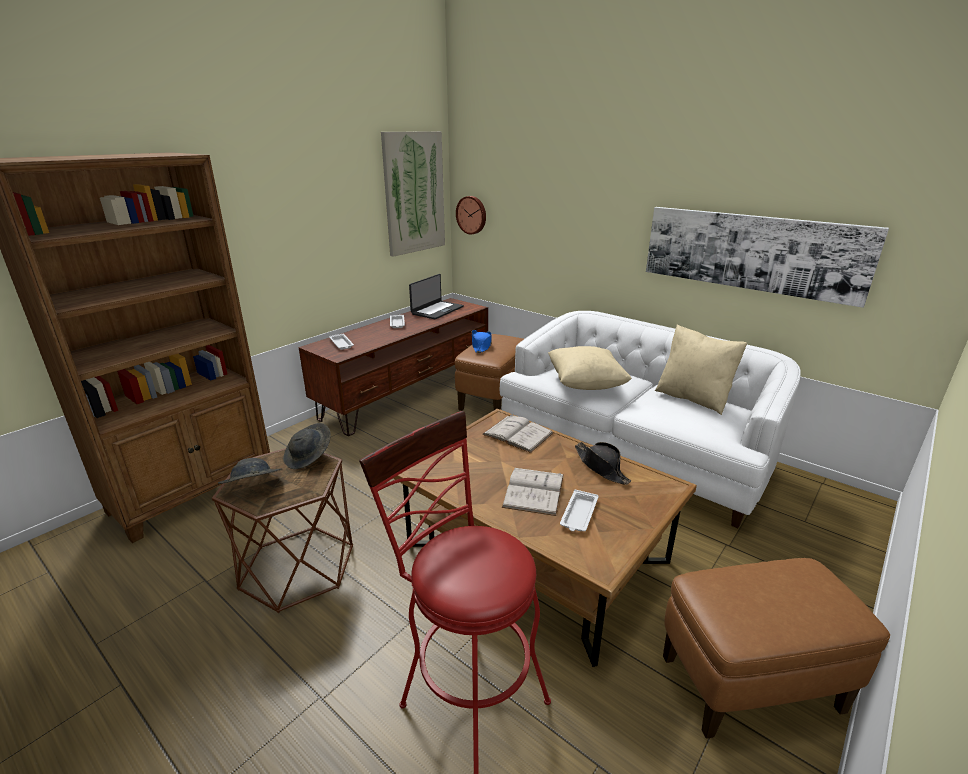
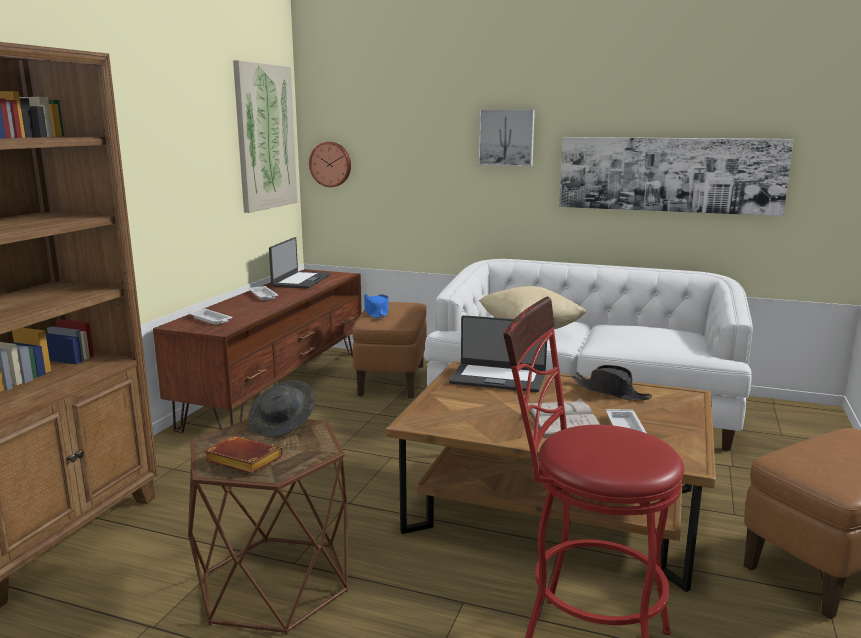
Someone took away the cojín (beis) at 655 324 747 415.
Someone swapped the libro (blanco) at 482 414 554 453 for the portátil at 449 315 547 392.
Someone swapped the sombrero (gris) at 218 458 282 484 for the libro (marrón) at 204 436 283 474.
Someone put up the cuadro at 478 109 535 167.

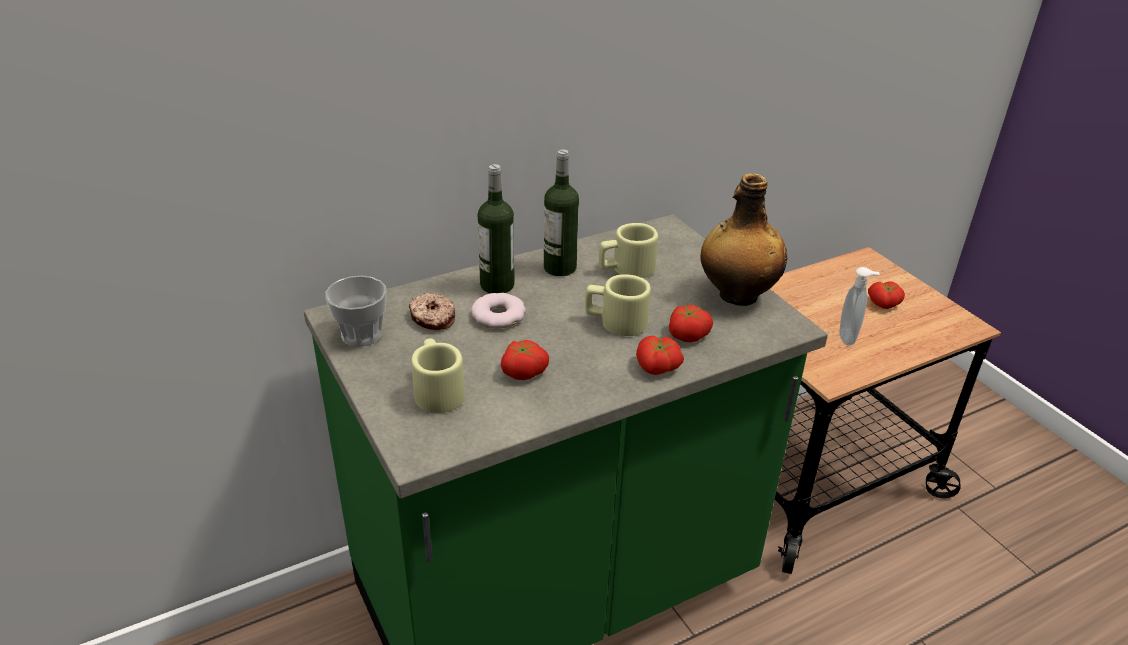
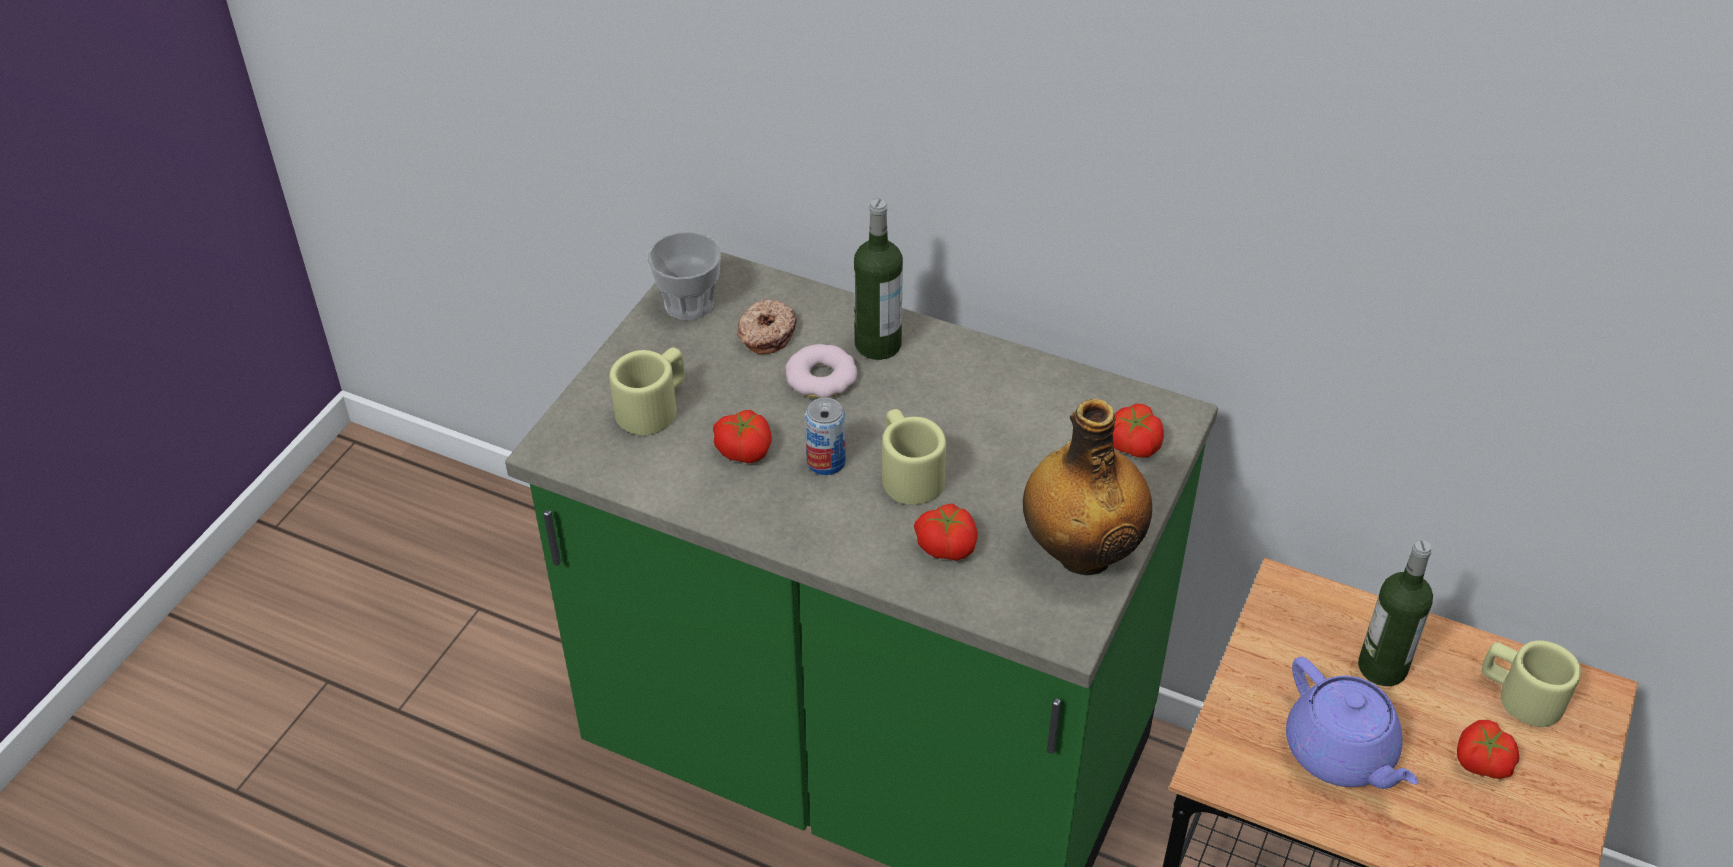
Someone carried the botella from 544 149 579 276 to 1358 540 1433 686.
Someone carried the taza grande (beis) from 599 223 658 278 to 1482 640 1581 727.
Someone swapped the dispensador de jabón at 840 267 880 345 for the tetera (morado) at 1286 657 1418 789.
Someone carried the tomate from 636 336 684 375 to 1113 404 1164 458.
Someone put down the lata at 805 397 846 475.

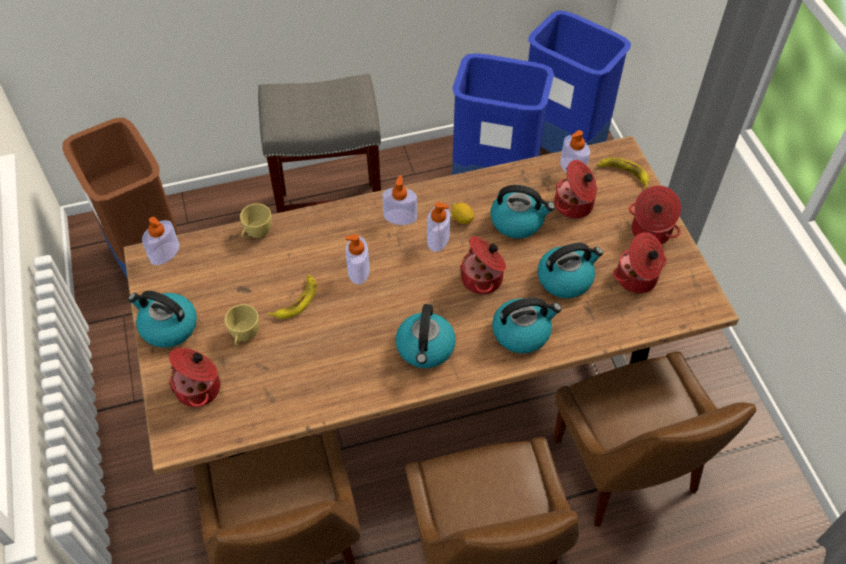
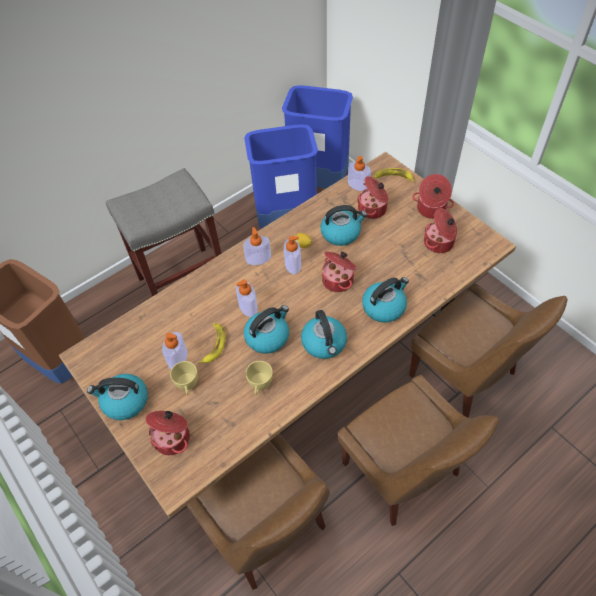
Someone carried the taza (amarillo) from 240 203 272 238 to 246 361 273 395.
Someone carried the dispensador de jabón from 142 217 179 265 to 162 332 187 369.
Someone carried the hervidor from 538 243 603 298 to 244 305 289 354.

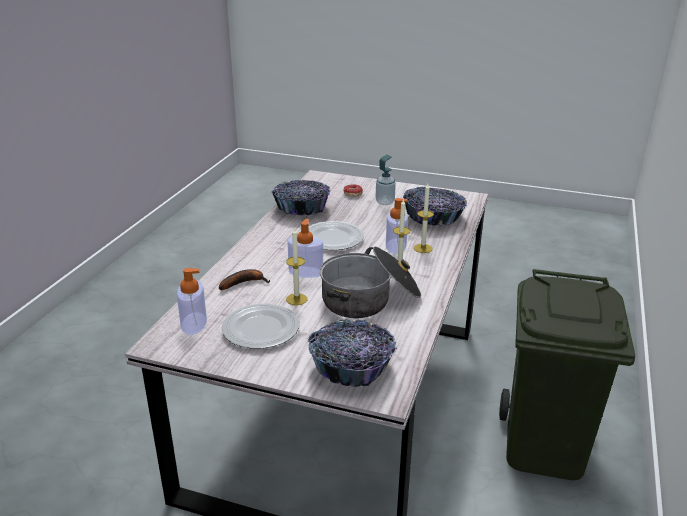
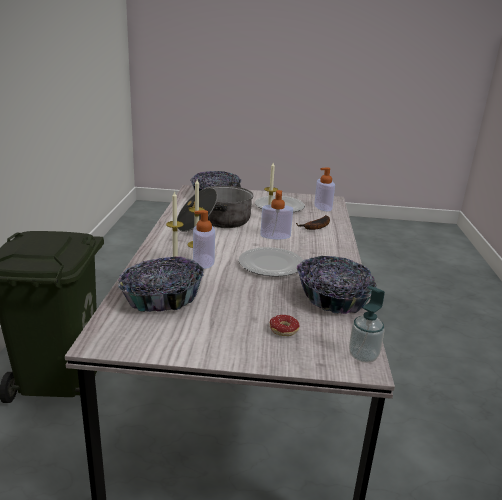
Someone carried the dispensador de jabón from 376 155 396 205 to 349 286 385 363.

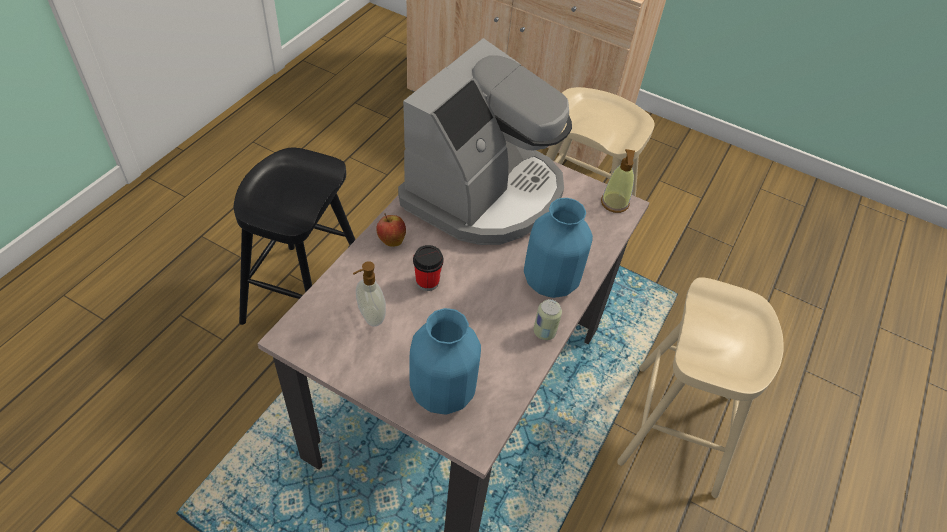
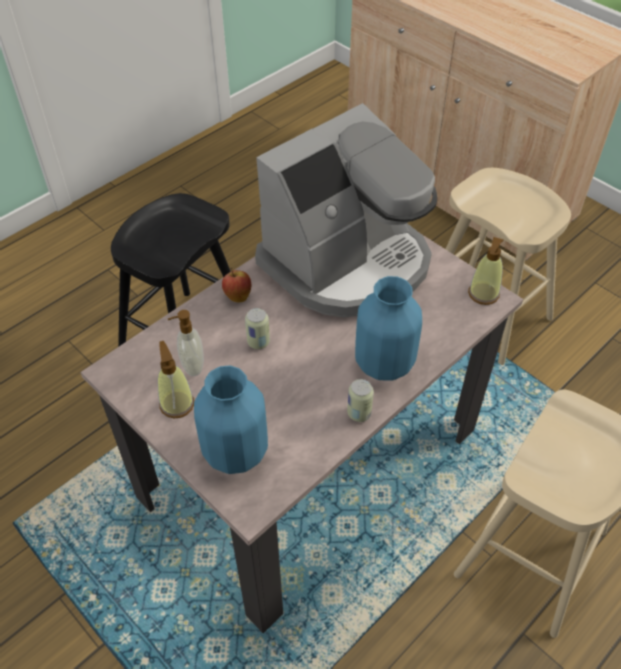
Someone swapped the taza at 413 245 444 291 for the lata at 245 308 270 349.
Someone put down the dispensador de jabón at 158 341 194 419.

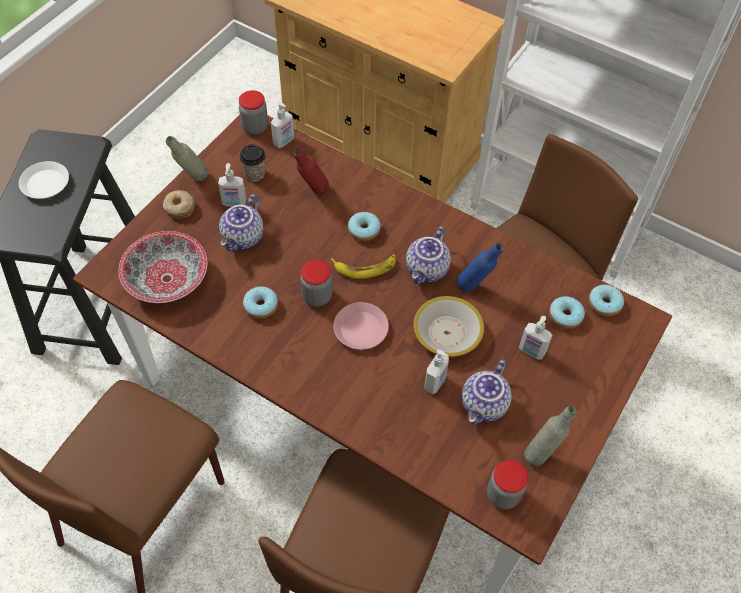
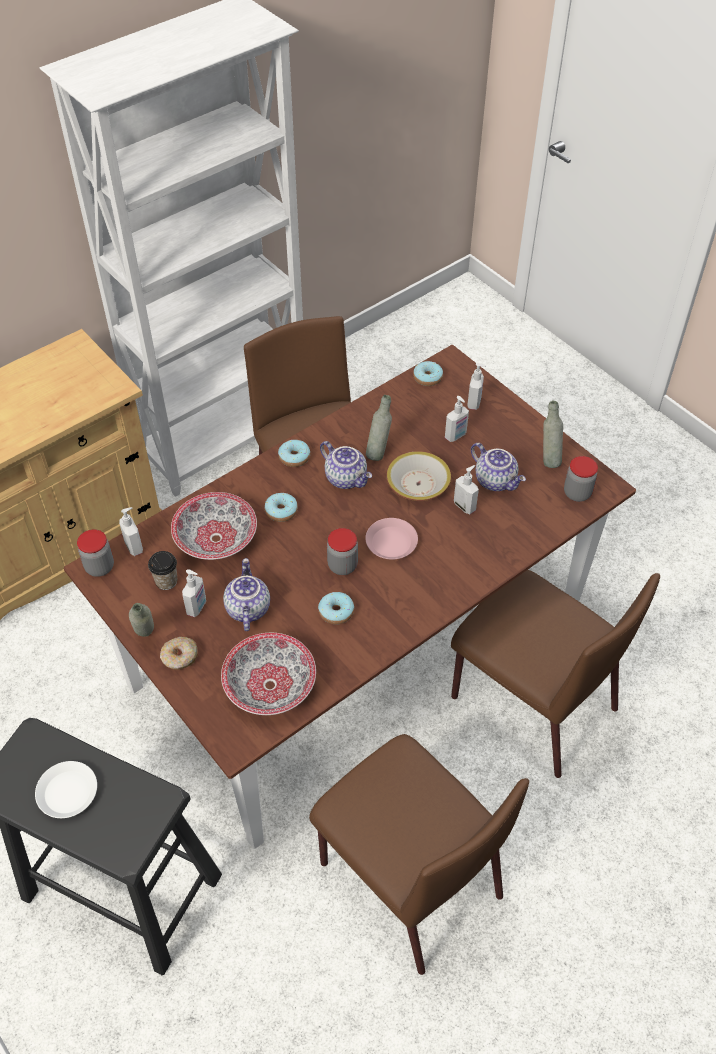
Someone swapped the botella (rojo) at 293 148 329 194 for the cuenco at 171 492 257 560.
Someone rotated the tetera at 219 194 264 251 by 135 degrees counterclockwise.
Someone repainted the botella (azul) at 457 244 503 292, which became the botella (gris) at 366 395 392 461.
Someone took away the plátano at 331 254 396 279.
Someone carried the rosquilla from 549 296 585 329 to 278 440 310 467.
Someone put down the dispensador de jabón at 467 363 486 410.

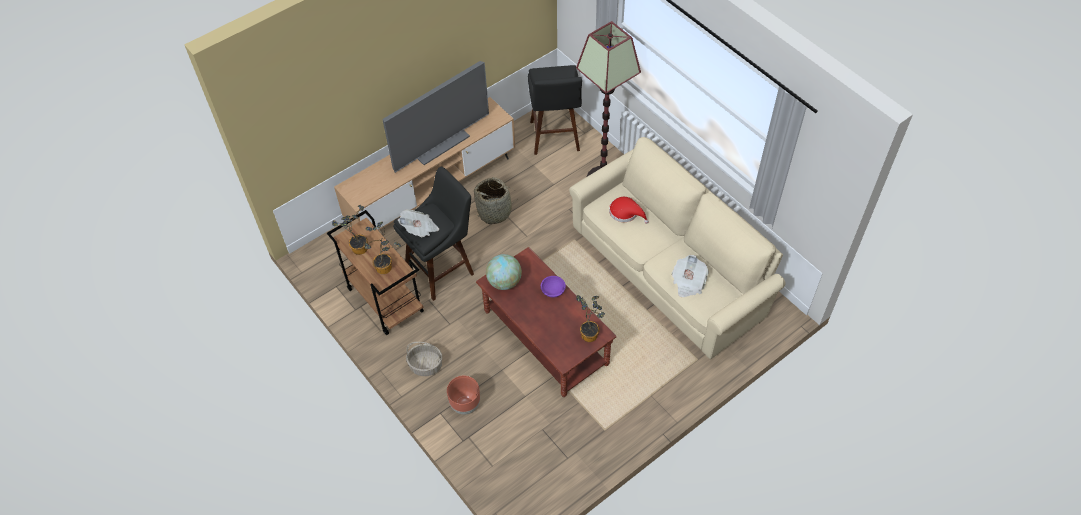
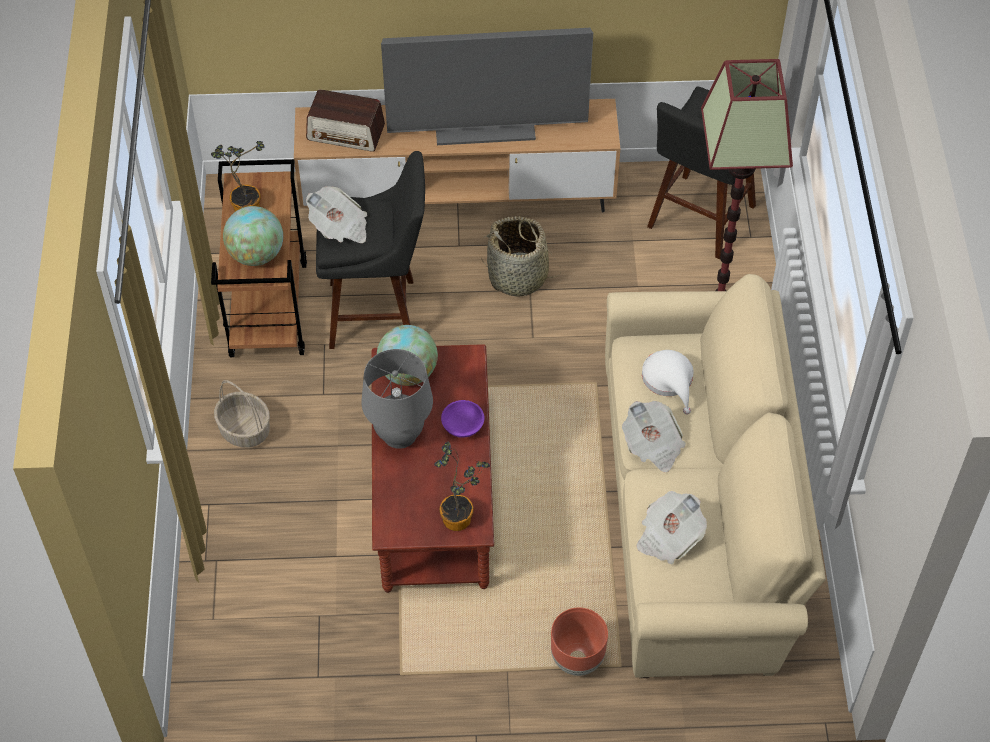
Someone repainted the sombrero (rojo) at 609 197 649 224, which became the sombrero (blanco) at 642 350 694 414.
Someone swapped the planta en maceta at 364 222 401 274 for the globo terráqueo at 223 206 283 266.
Someone carried the maceta (marrón) from 447 376 480 415 to 551 608 608 676.
Someone put down the radio at 306 89 385 152.
Someone put down the lámpara de mesa (gris) at 361 349 433 449.
Someone put down the periódico at 622 401 686 472.

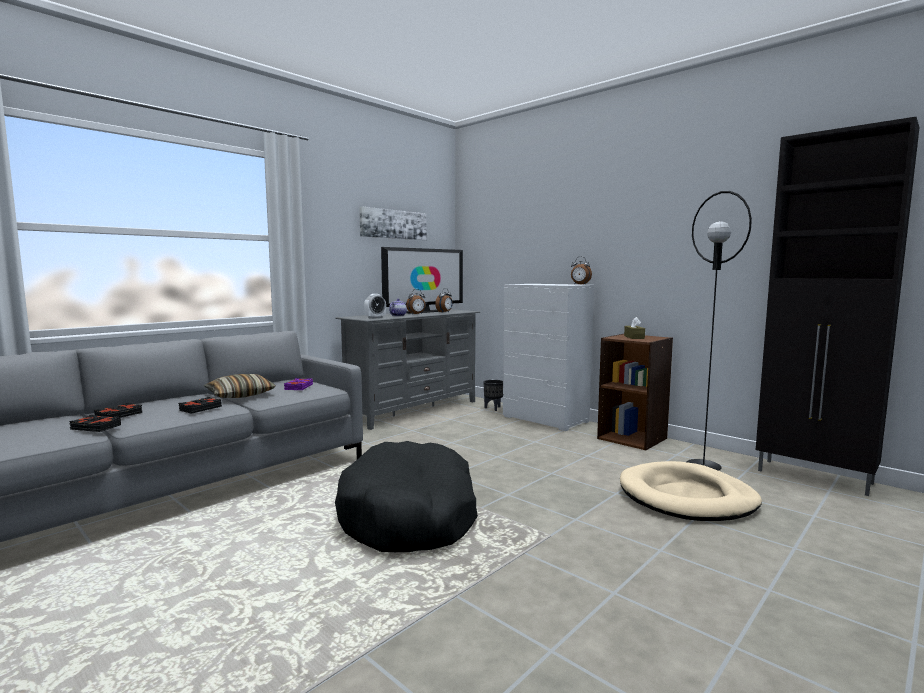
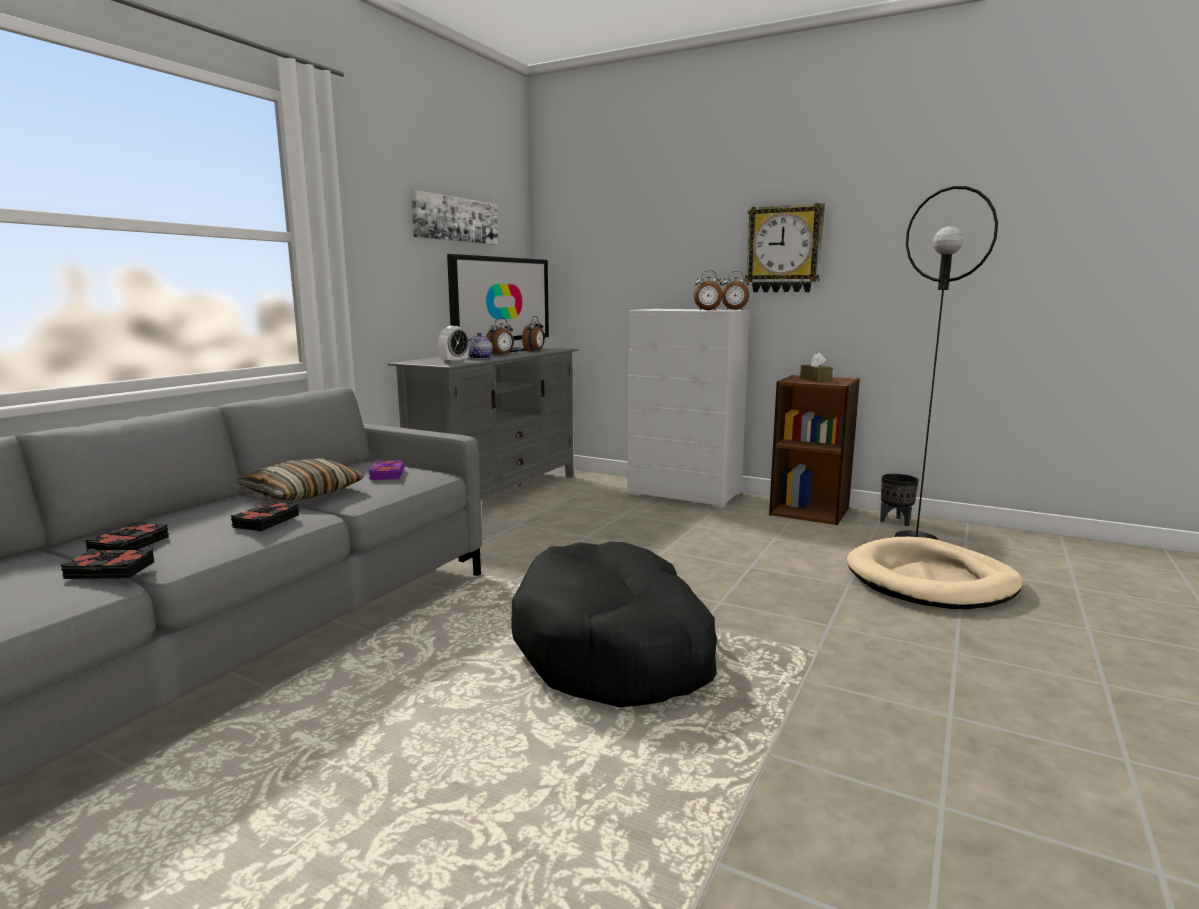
Someone took away the armario (negro) at 756 117 920 496.
Someone carried the maceta (negro) from 483 380 503 411 to 880 474 919 526.
Someone put up the reloj de pared at 745 203 825 292.
Someone put down the despertador at 694 270 723 310.

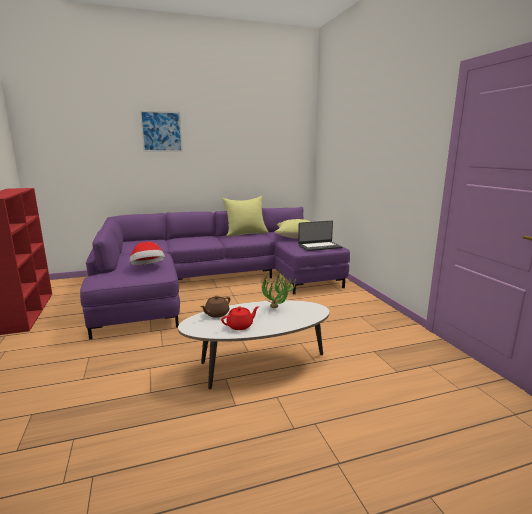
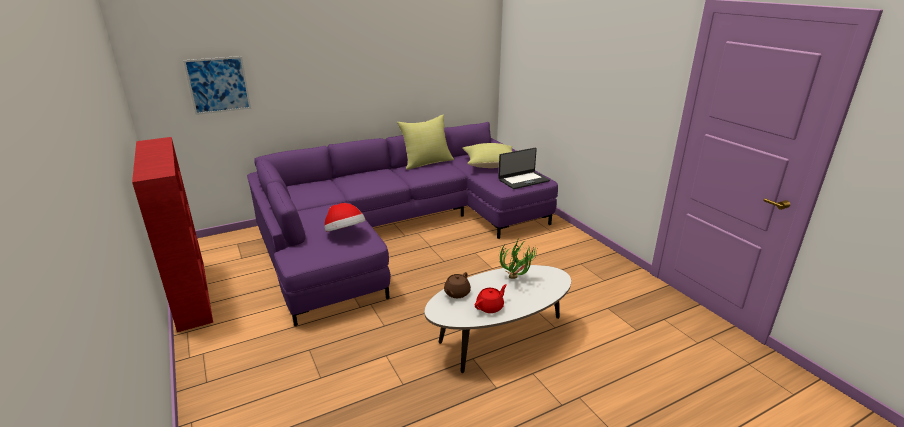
Someone carried the cuadro from 140 111 183 152 to 183 56 251 115.

